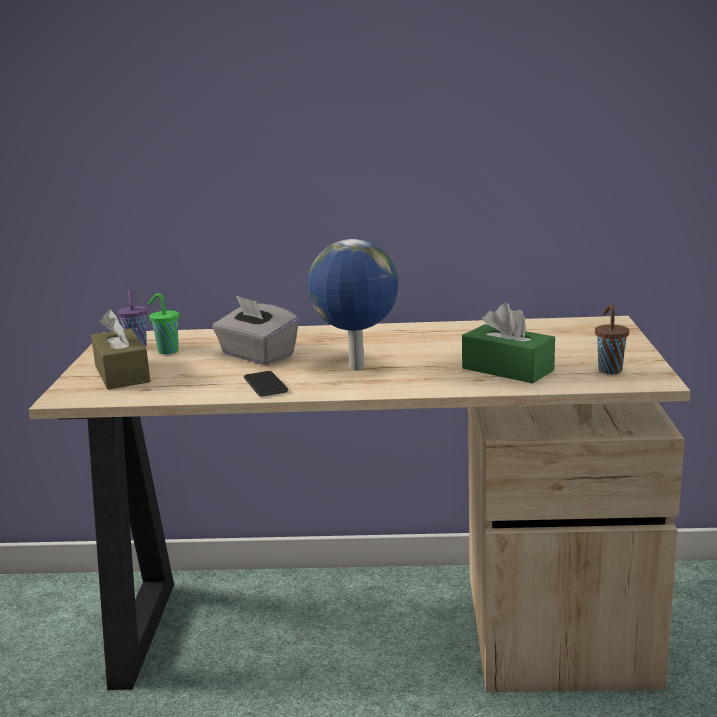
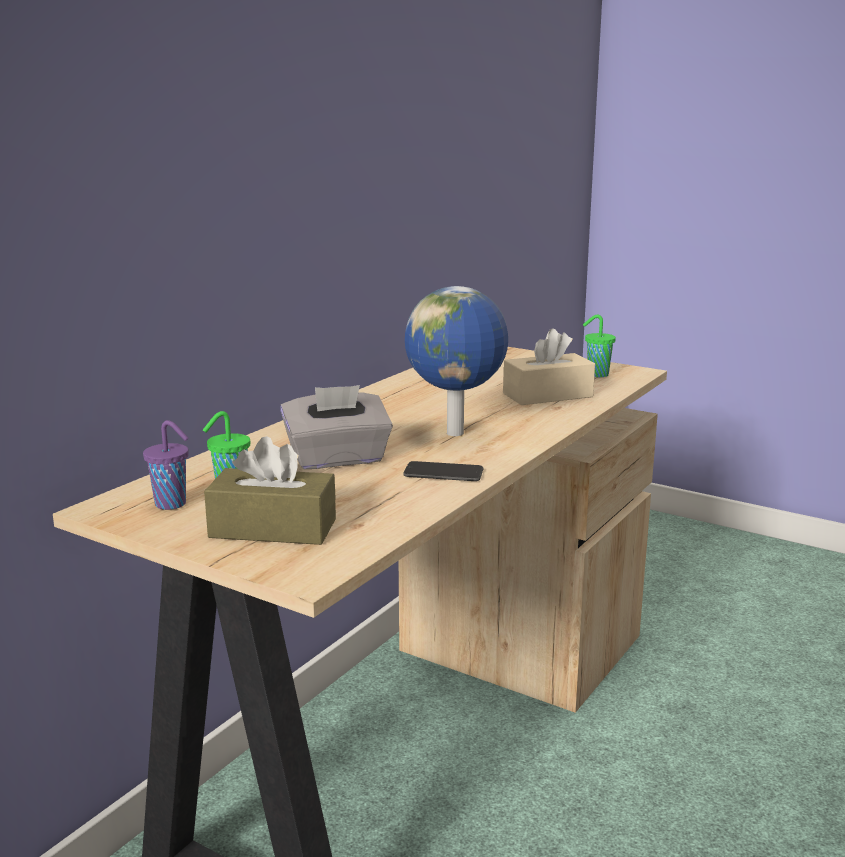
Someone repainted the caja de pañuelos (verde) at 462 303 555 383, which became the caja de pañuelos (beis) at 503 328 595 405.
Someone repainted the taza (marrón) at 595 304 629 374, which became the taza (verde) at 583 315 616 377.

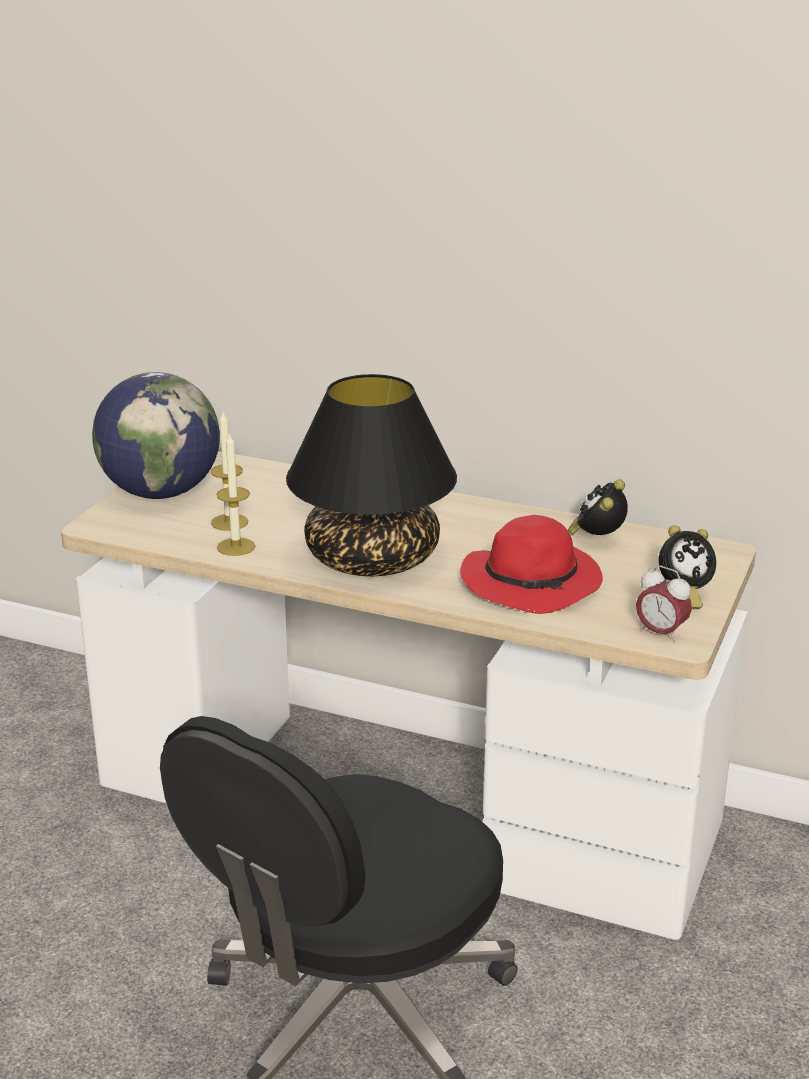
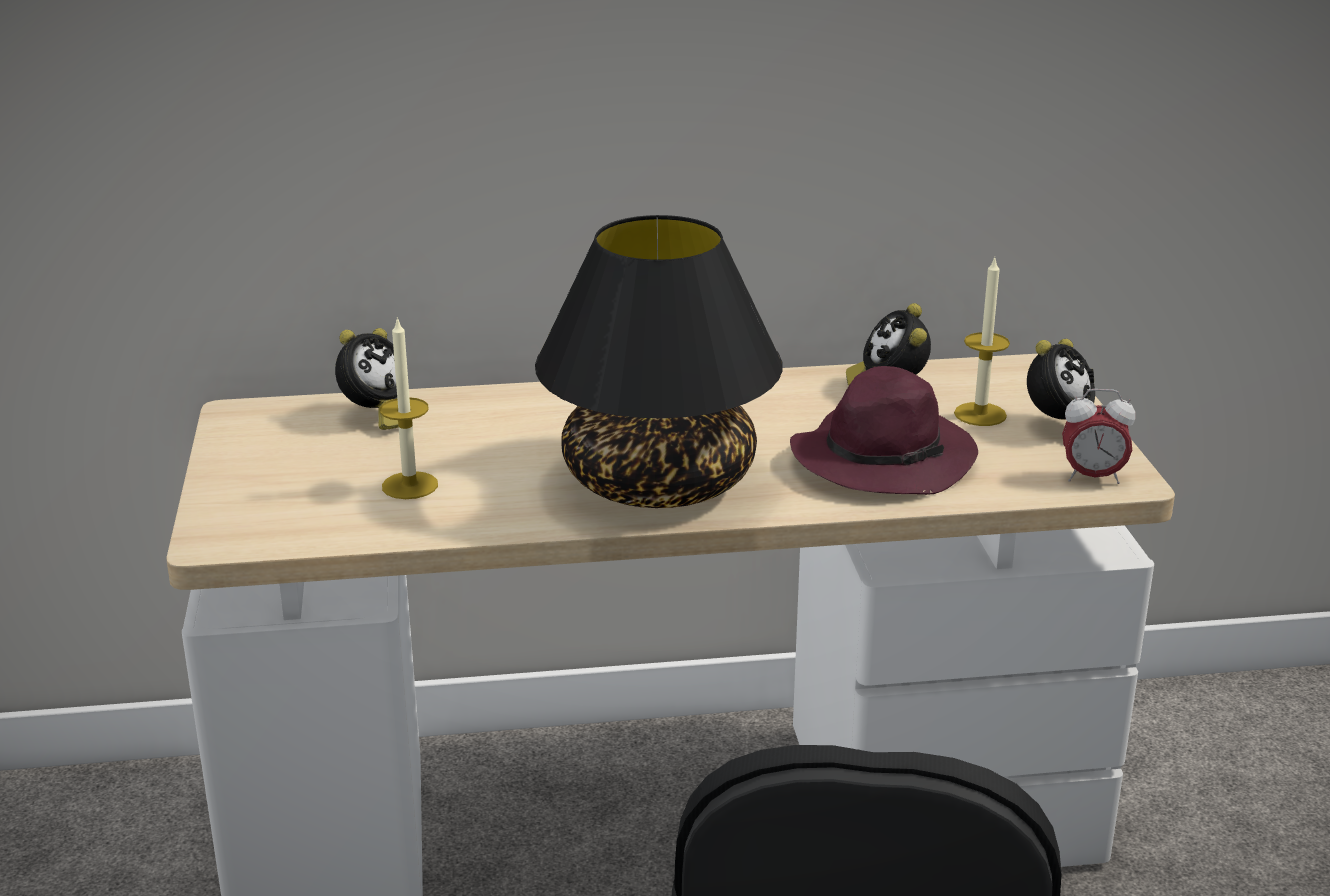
Someone took away the globo terráqueo at 92 372 220 499.
Someone carried the vela from 216 432 255 556 to 954 257 1010 426.
Someone repainted the sombrero (rojo) at 460 515 603 614, which became the sombrero (morado) at 790 366 978 495.
Someone put down the despertador at 335 328 399 430.

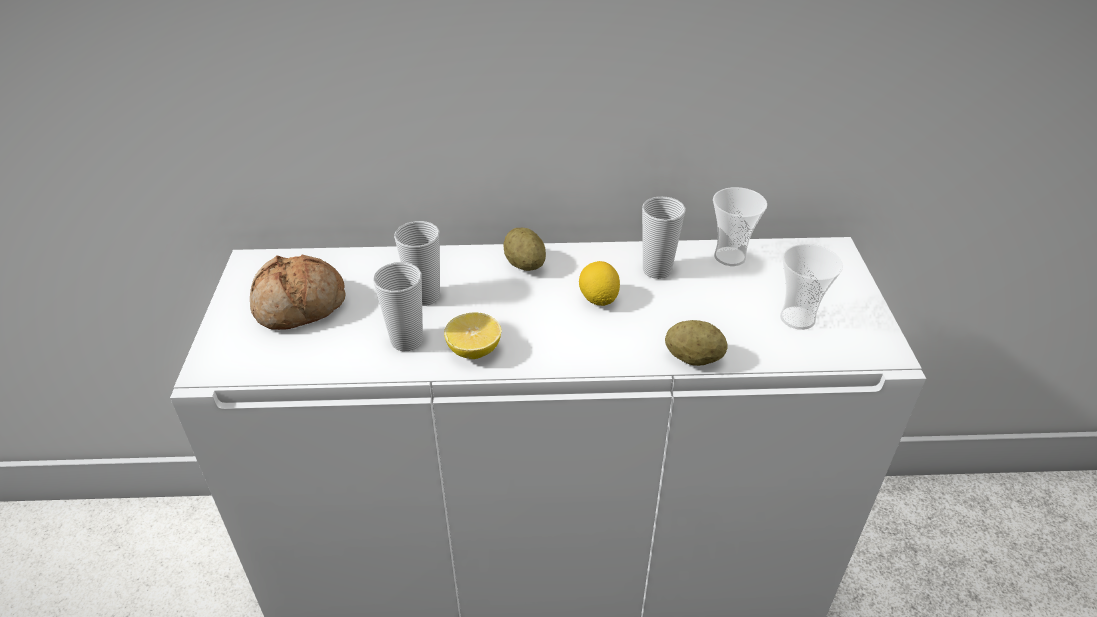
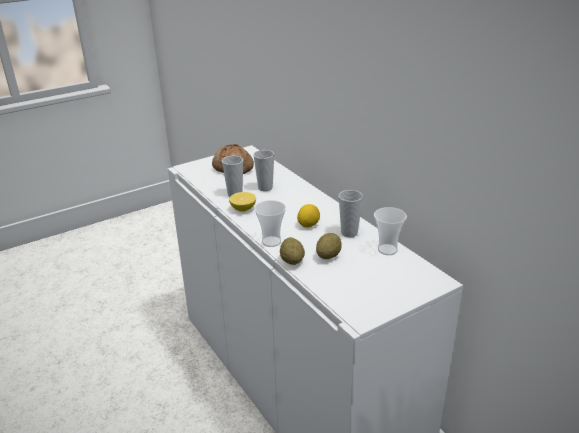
Someone carried the patata from 503 228 546 271 to 316 233 342 259.
Someone carried the taza from 780 244 843 330 to 254 200 286 247.

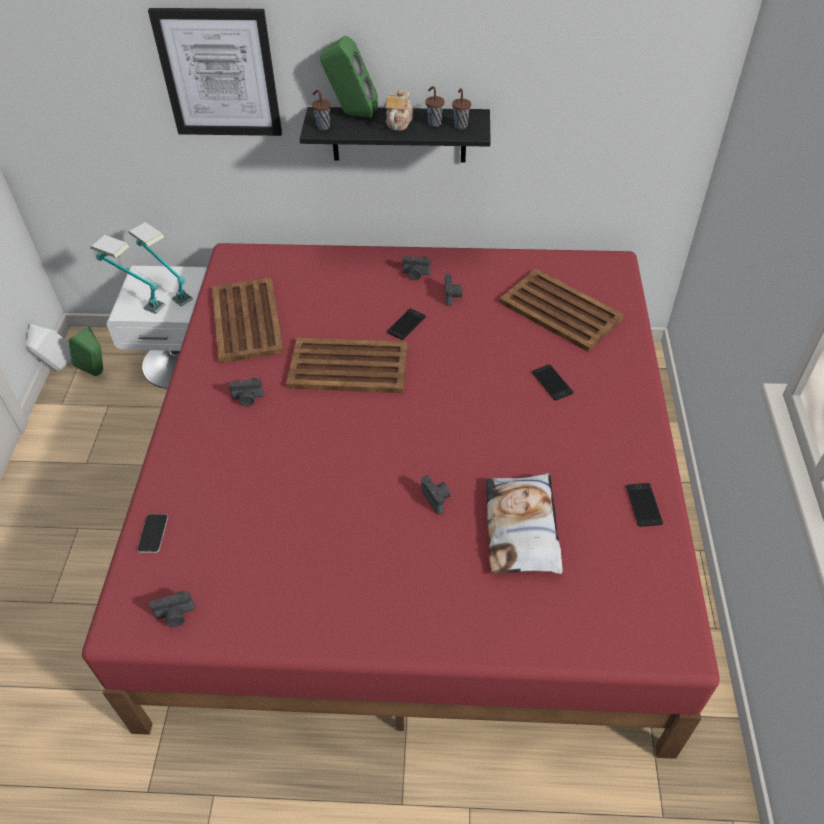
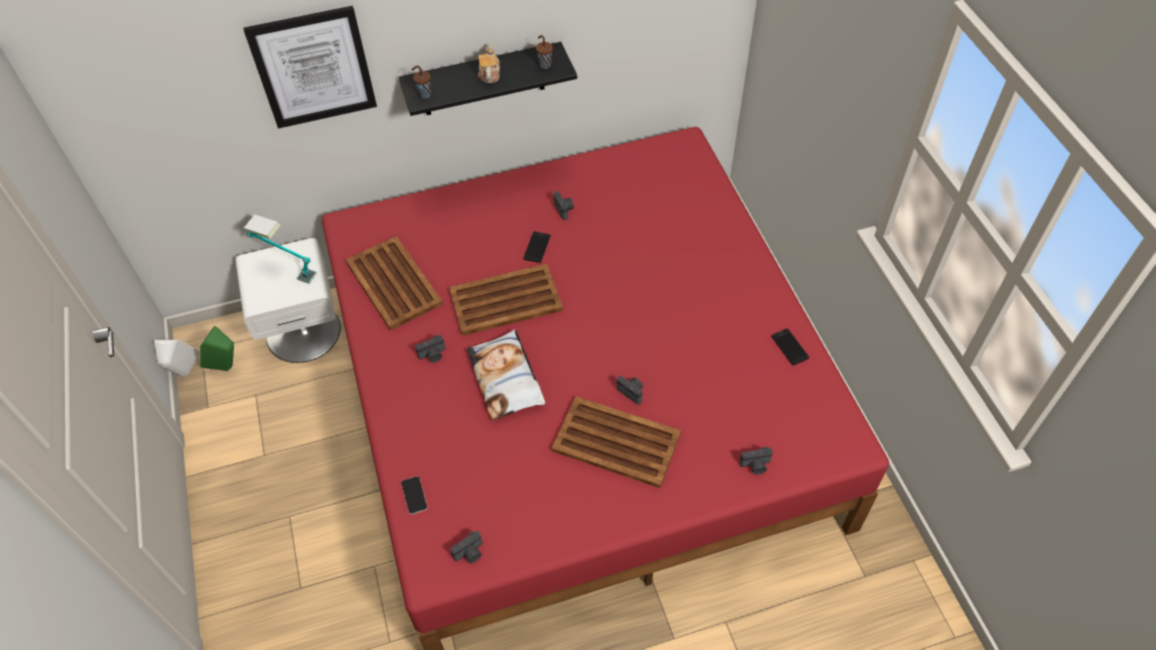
Someone took away the altavoz (verde) at 320 36 378 118.
Someone took away the taza (marrón) at 425 86 444 127.
Someone took away the lámpara de mesa at 90 235 165 314.
Someone carried the cámara from 403 256 430 280 to 739 447 773 475.
Someone carried the bandeja (marrón) from 499 269 625 352 to 552 396 681 488.
Someone took away the móvil at 532 364 573 401.
Someone carried the cojín from 486 473 563 574 to 467 329 545 421.

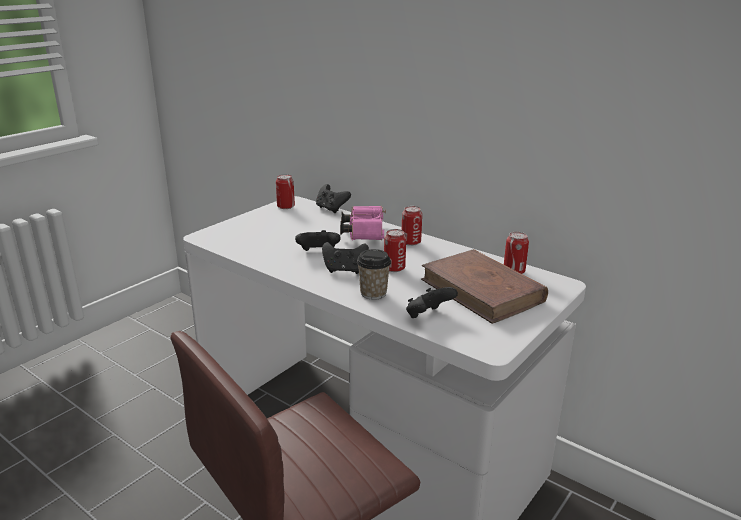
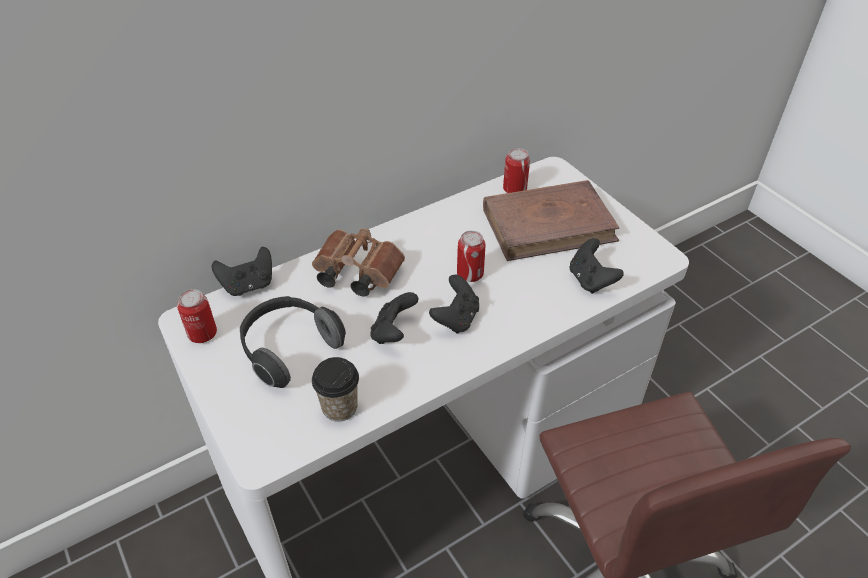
Someone repainted the prismáticos (rosa) at 340 206 386 240, which became the prismáticos (marrón) at 312 228 405 297.
Someone took away the lata at 402 206 422 246.
Someone carried the taza from 357 249 391 300 to 312 357 359 422.
Someone put down the auriculares at 240 296 346 388.

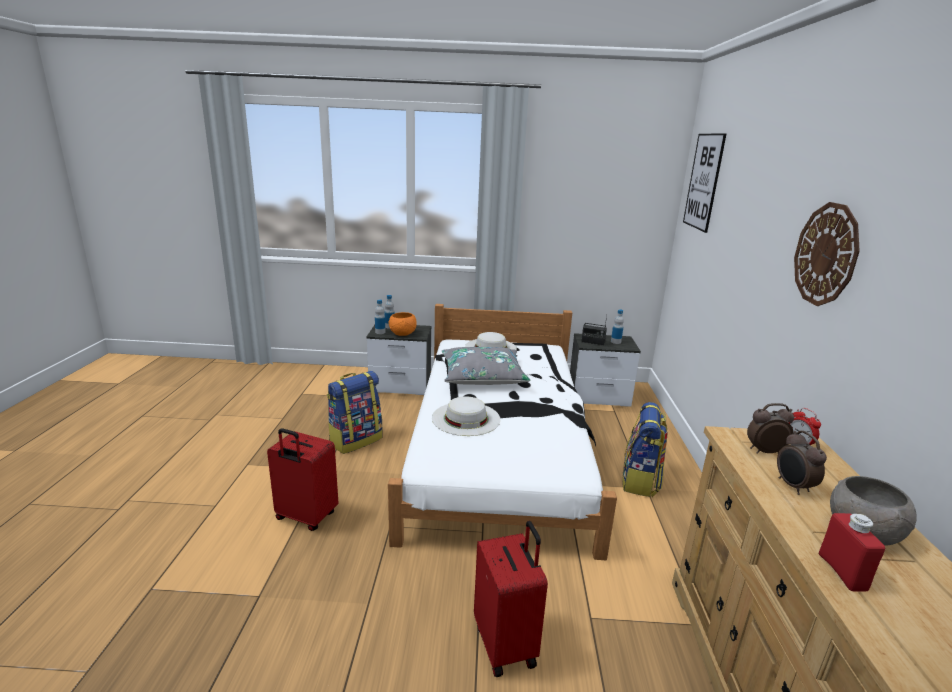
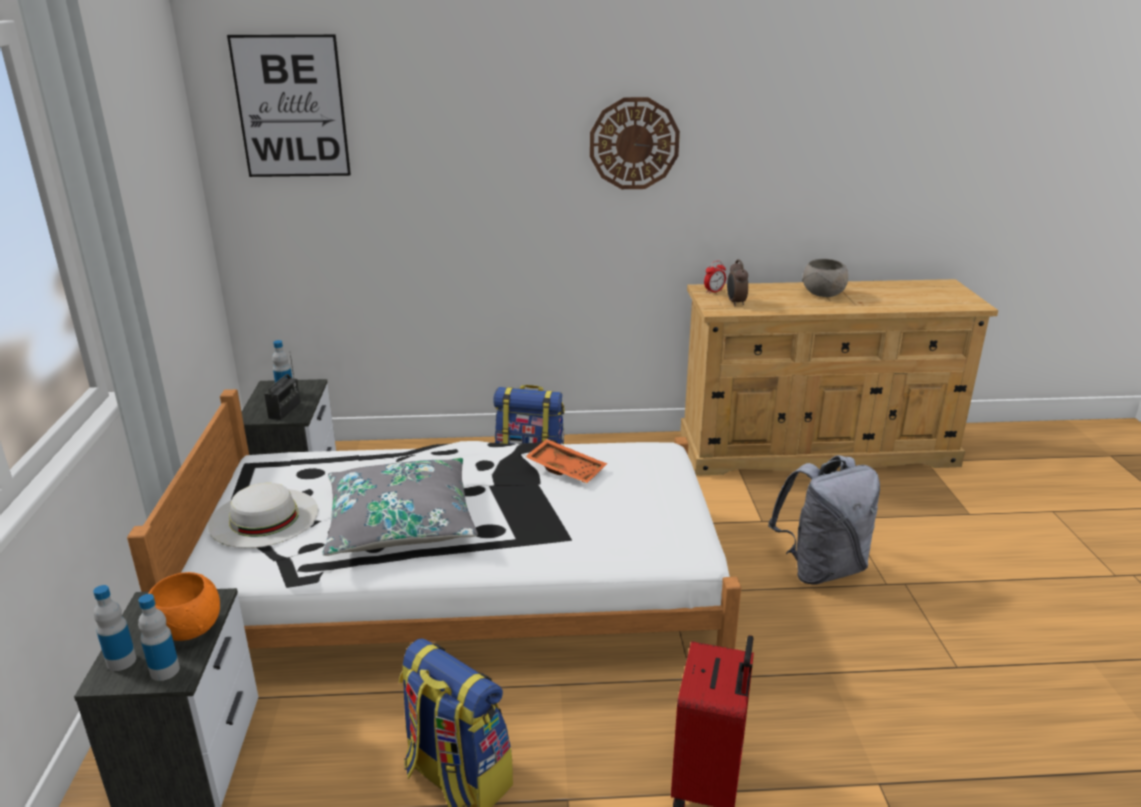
Someone took away the sombrero (blanco) at 432 396 500 436.
Someone took away the despertador at 777 430 827 495.
Someone took away the botella (rojo) at 819 513 886 591.
Someone swapped the maleta (rojo) at 474 521 548 677 for the mochila (gris) at 768 455 880 585.
Someone put down the bandeja (naranja) at 525 439 607 484.

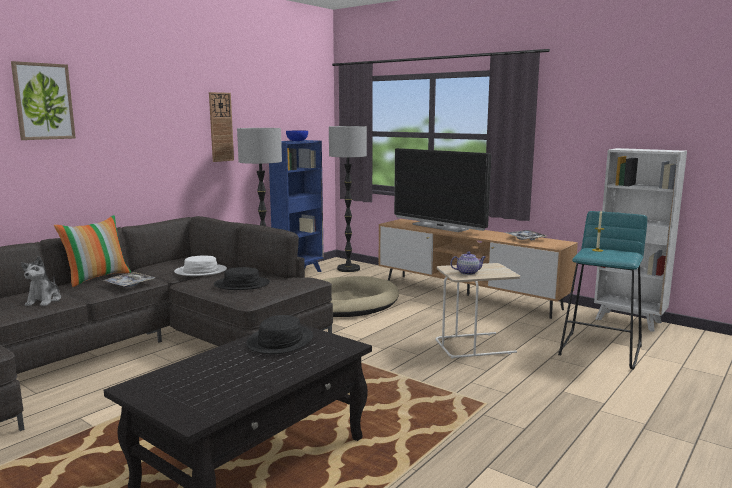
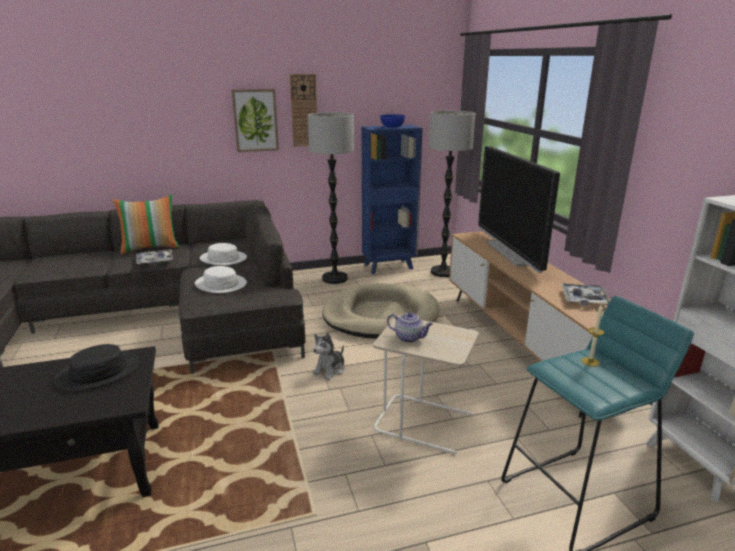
Someone carried the cuadro from 11 61 76 140 to 232 89 279 152.
Someone carried the peluche from 21 256 61 306 to 313 333 345 380.
Someone repainted the sombrero (negro) at 214 267 270 290, which became the sombrero (blanco) at 195 266 247 293.

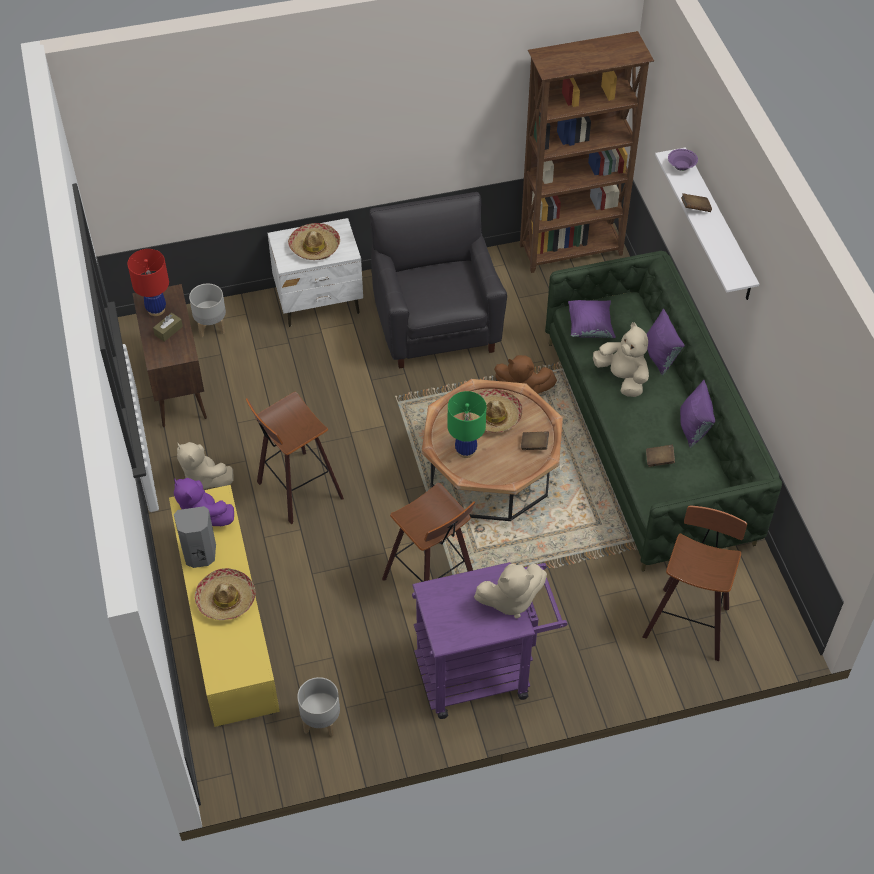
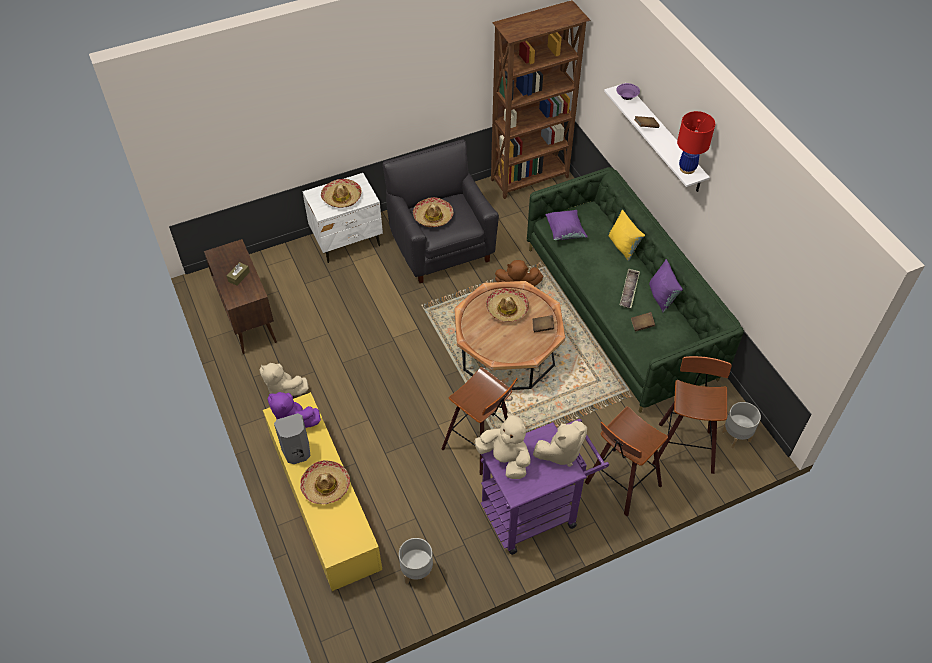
Someone carried the lámpara de mesa (rojo) from 127 249 169 316 to 677 111 715 174.
Someone carried the maceta (gris) from 189 284 226 337 to 722 402 761 449.
Someone repainted the cojín (morado) at 647 308 685 376, which became the cojín (amarillo) at 609 210 645 261.
Someone carried the peluche (beis) from 593 322 649 397 to 475 411 531 479.
Someone took away the lámpara de mesa (verde) at 448 391 487 458.
Someone carried the taburete from 246 392 344 524 to 585 407 668 517.
Someone put down the sombrero at 413 197 453 227.
Someone put down the bandeja at 620 268 640 308.

